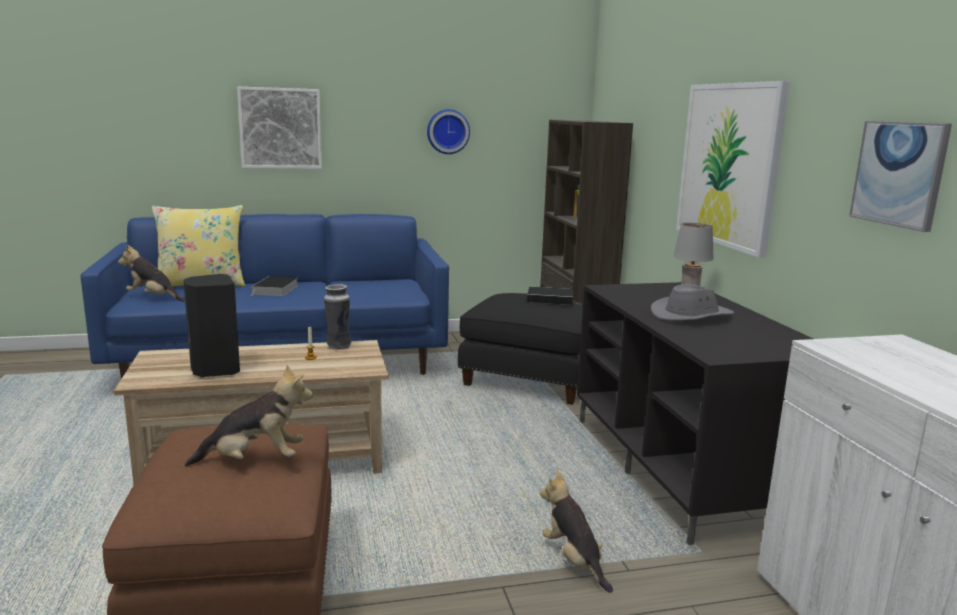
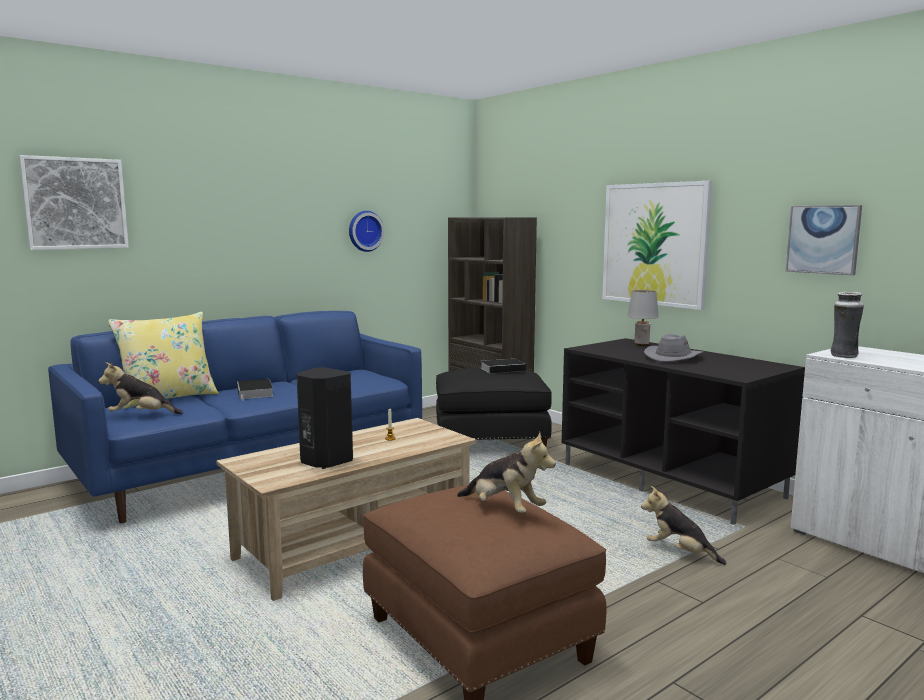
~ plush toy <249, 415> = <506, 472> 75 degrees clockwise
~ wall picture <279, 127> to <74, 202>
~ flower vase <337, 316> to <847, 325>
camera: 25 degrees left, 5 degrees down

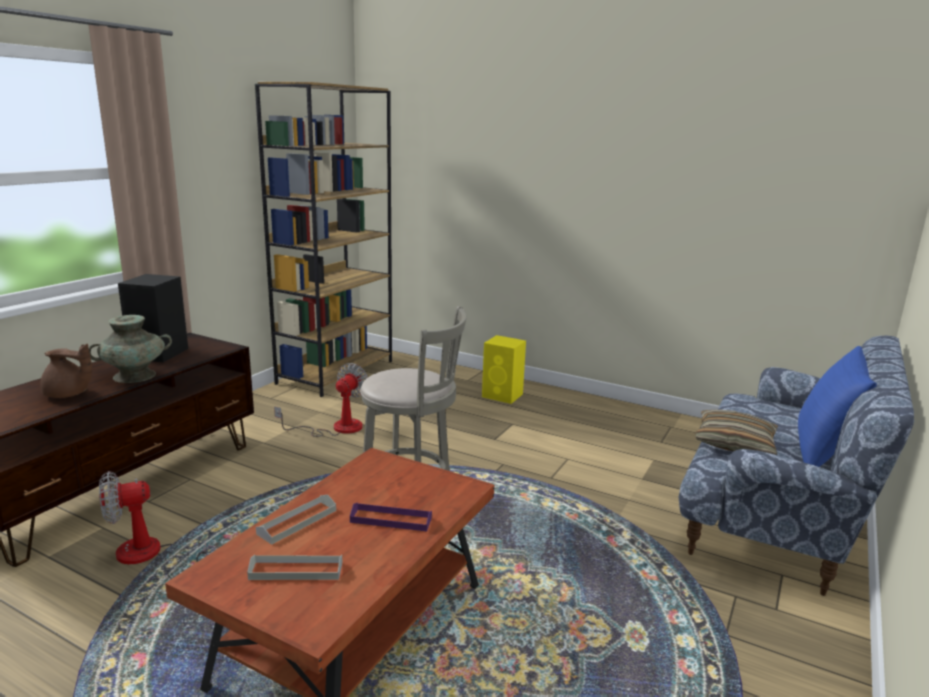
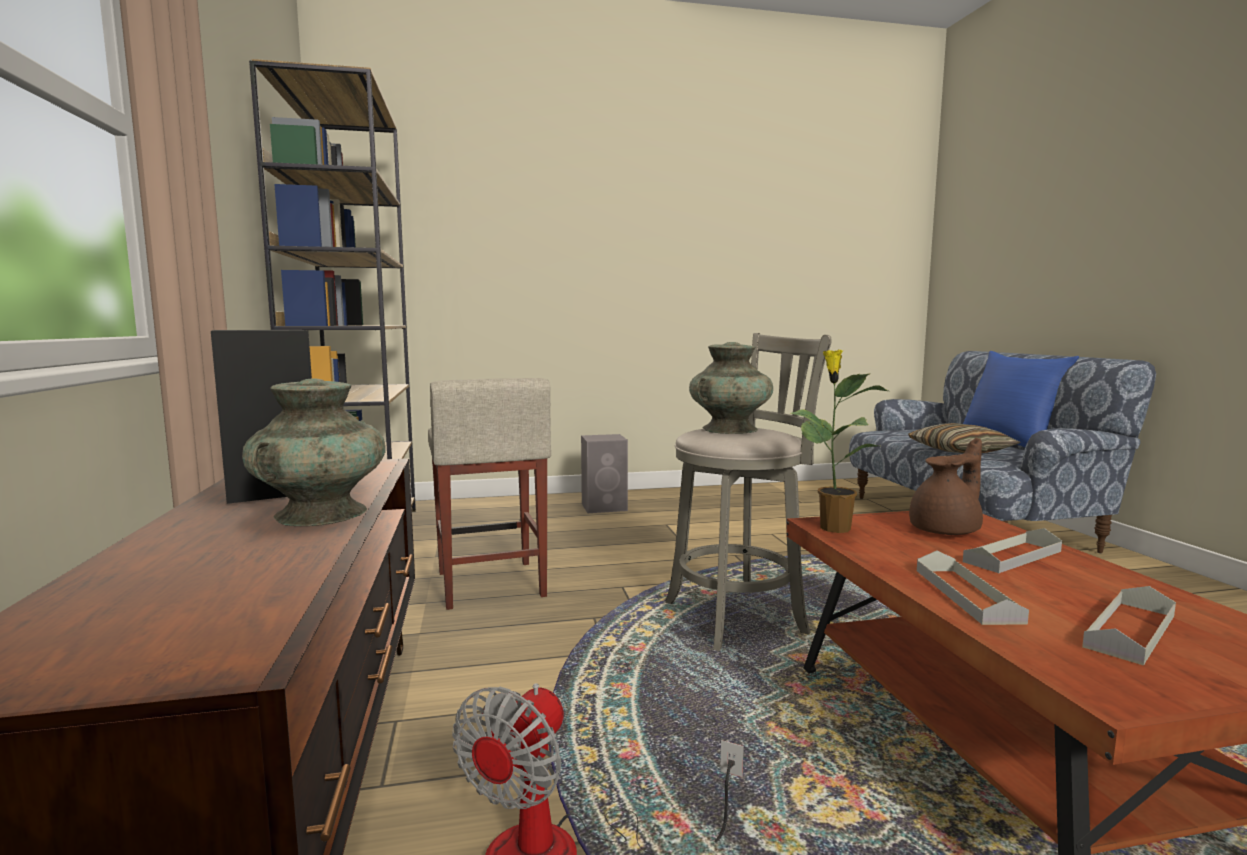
~ pot for tea/brownish <66, 371> to <946, 486>
~ electric fan <321, 400> to stool/beige-coloured <489, 494>
~ tray/purplish <391, 517> to tray/gray <1012, 550>
~ audio speaker/yellowish <504, 369> to audio speaker/gray <604, 473>
+ flower vase/blue-green <731, 388>
+ houseplant <839, 441>
camera: 40 degrees left, 10 degrees down

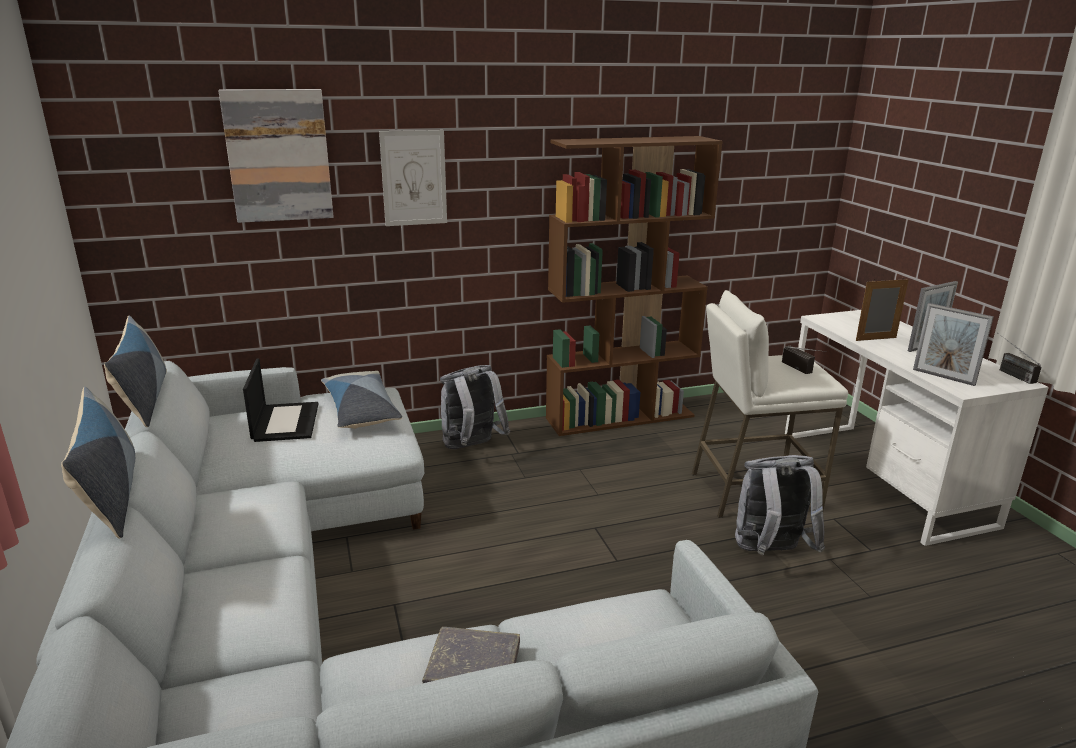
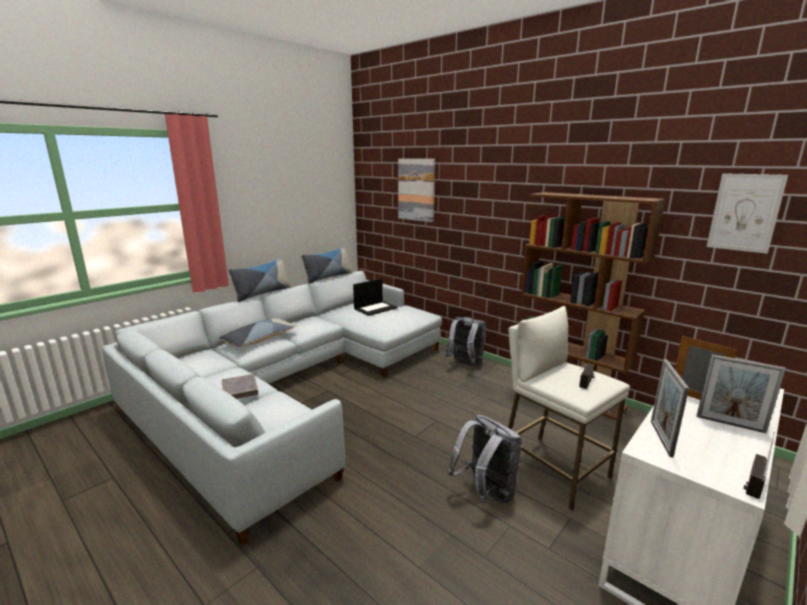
~ cushion <361, 400> to <258, 333>
~ wall picture <413, 178> to <747, 213>
camera: 60 degrees right, 5 degrees down

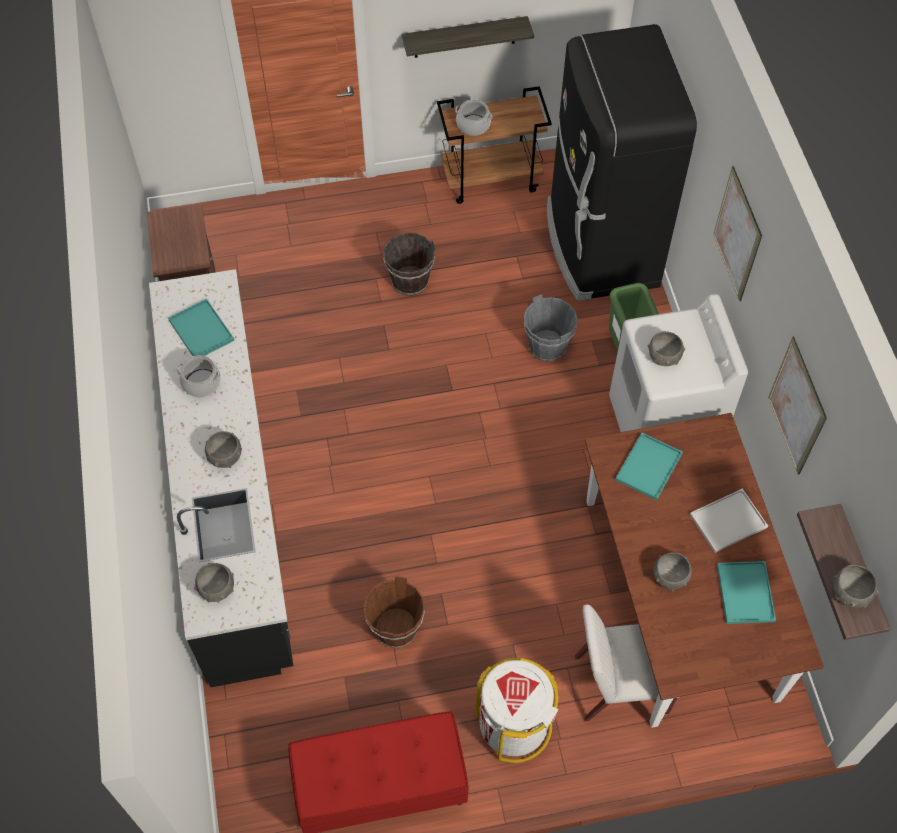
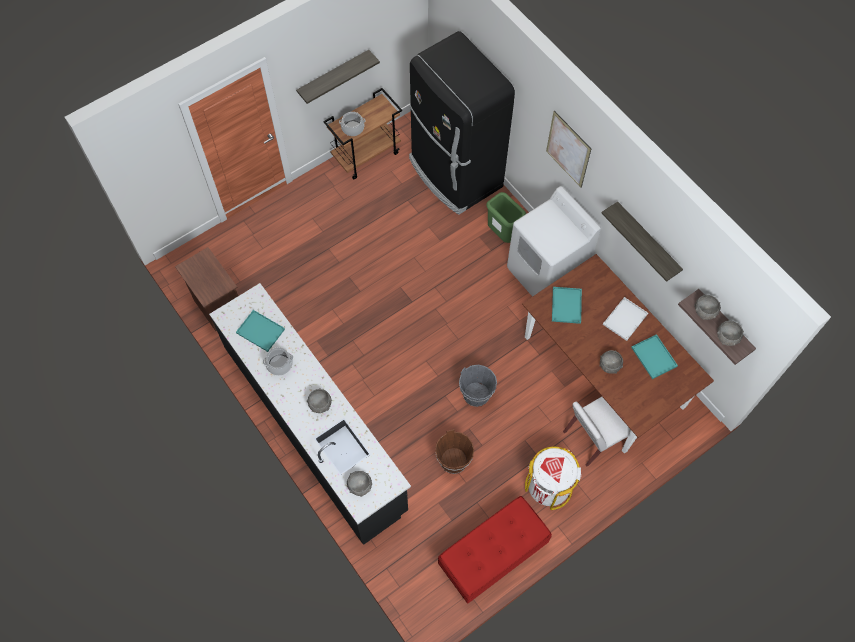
- pail/brownish <409, 264>
~ pail/gray <551, 328> to <478, 386>
~ deep dish/gray <666, 348> to <707, 307>
~ wall picture <797, 406> to wall shelf <642, 241>
camera: 25 degrees left, 5 degrees up

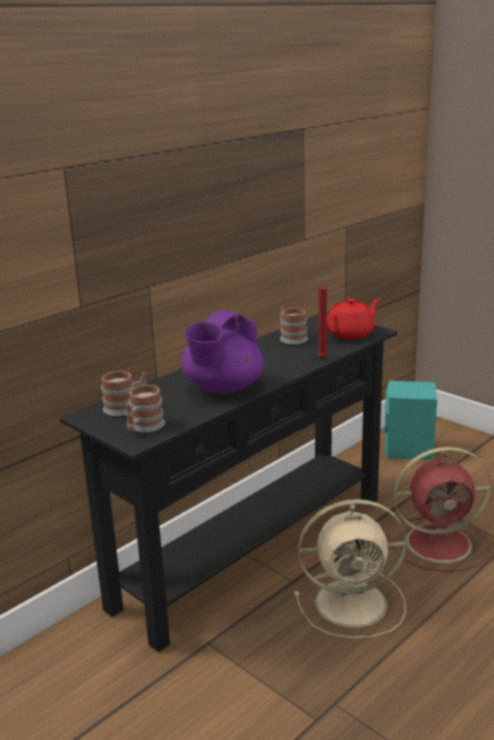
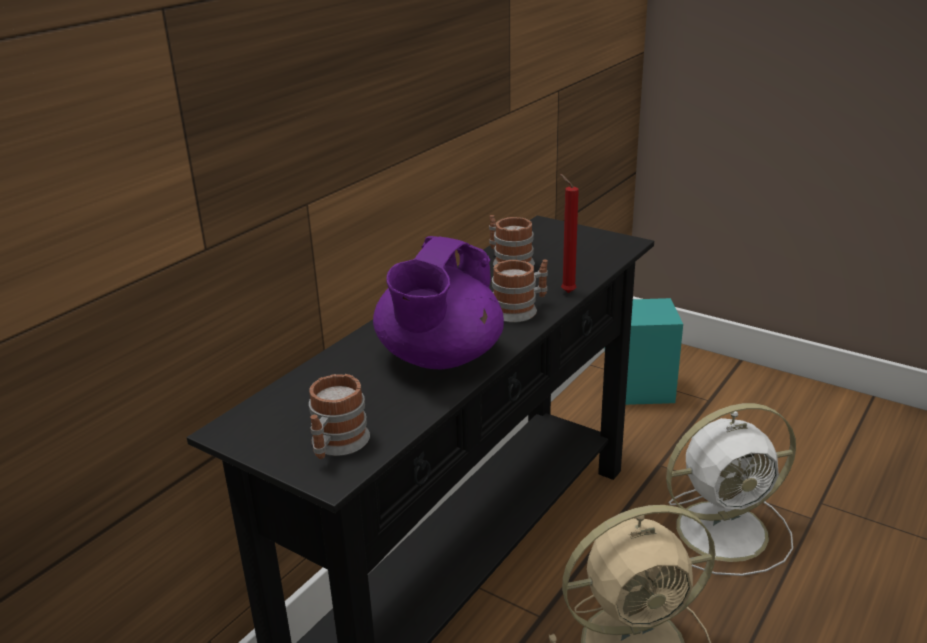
~ mug <124, 393> to <520, 291>
- pot for tea/red <354, 319>
~ electric fan/red <439, 509> to electric fan/white <731, 489>
camera: 10 degrees left, 5 degrees up

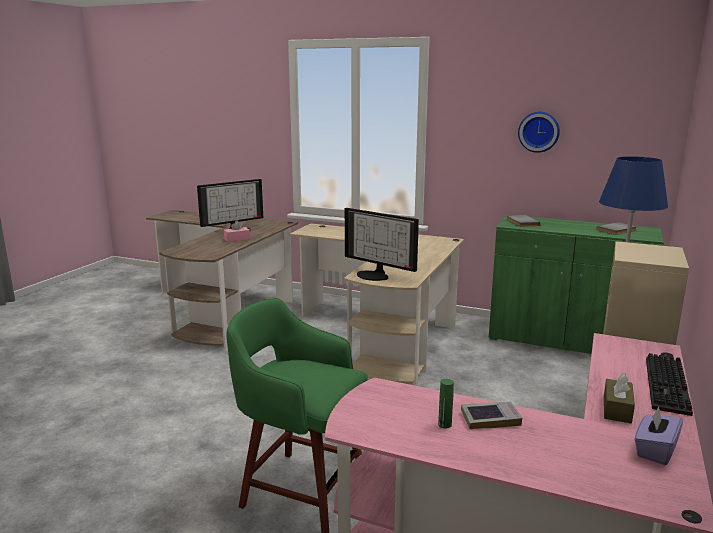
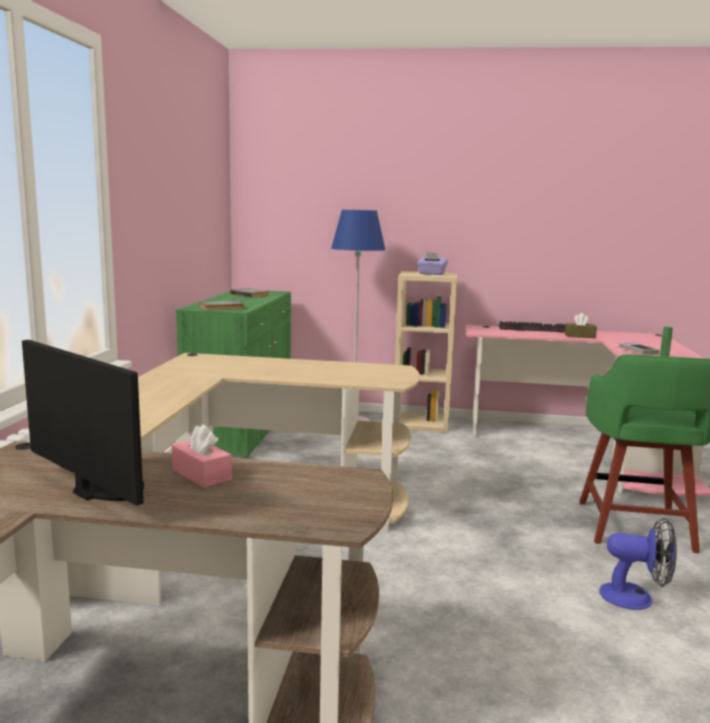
- computer display <382, 244>
- wall clock <539, 132>
~ box of tissues/purplish <659, 436> to <432, 263>
+ electric fan <638, 564>
camera: 105 degrees left, 5 degrees down

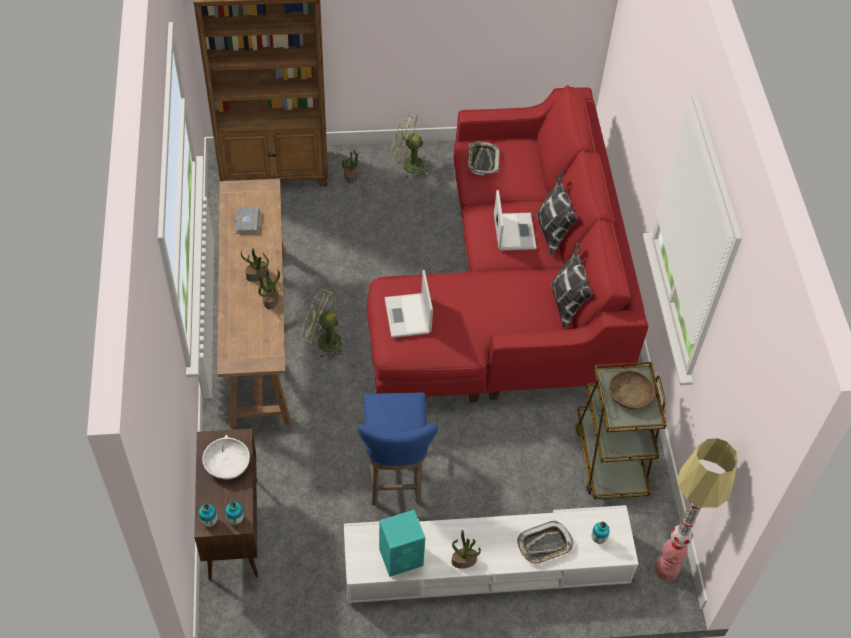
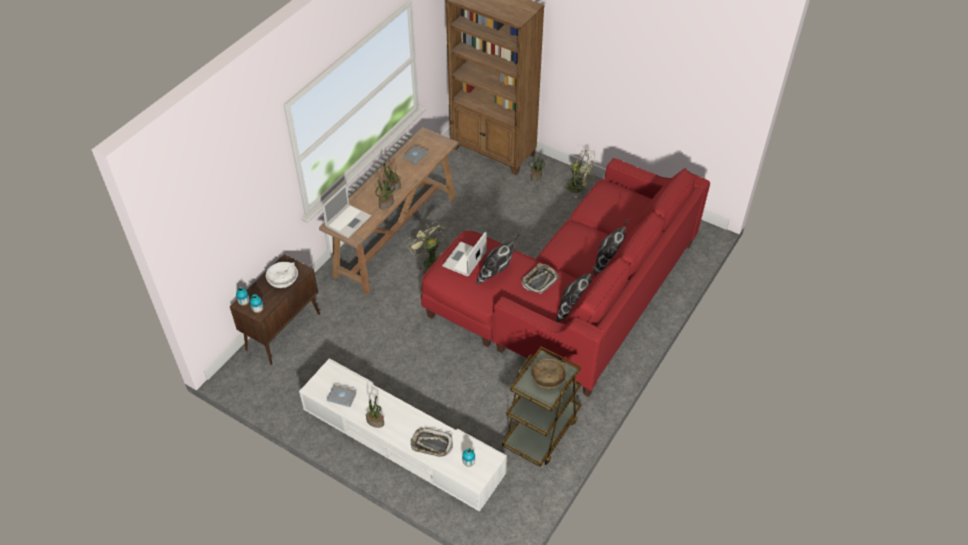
- stool/blue-coloured <398, 449>
~ audio speaker/blue-green <402, 543> to volume/gray <342, 396>
~ electric fan/green-coloured <409, 146> = <579, 173> 150 degrees clockwise
~ tray <483, 158> to <540, 278>
~ laptop <515, 220> to <346, 211>
- standing lamp <696, 509>
+ cushion <498, 259>
camera: 40 degrees right, 5 degrees down

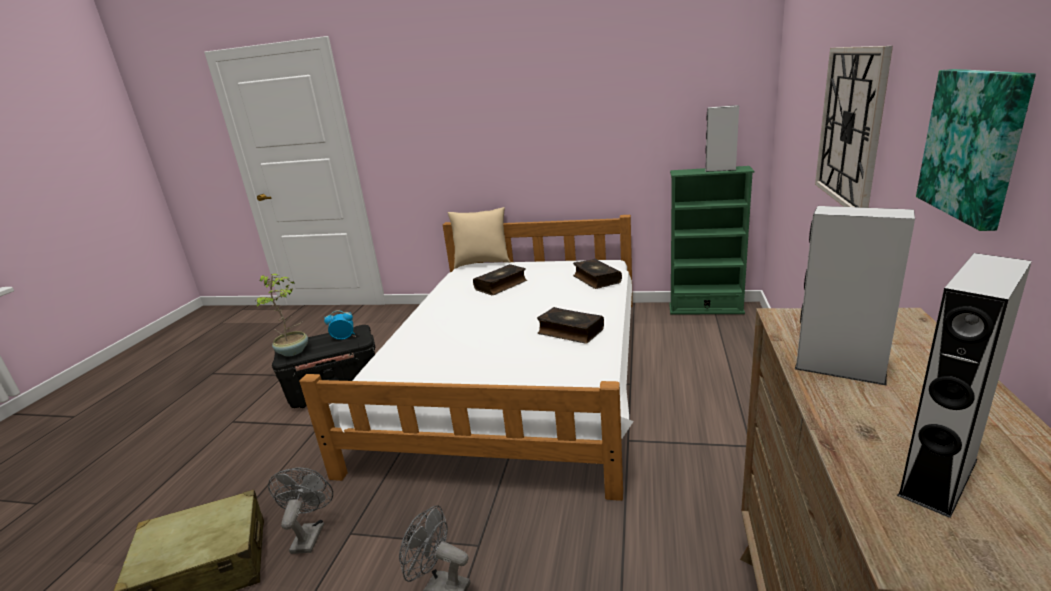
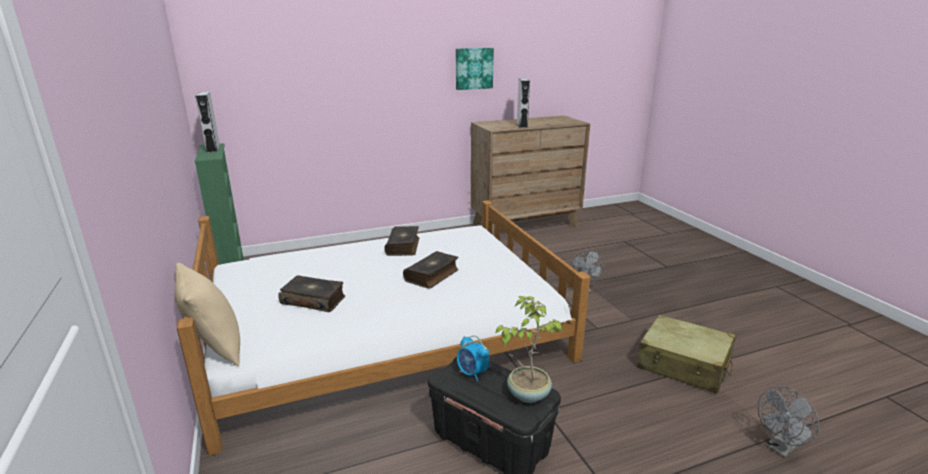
~ electric fan/gray <300, 510> to <788, 422>
~ volume <597, 274> to <431, 270>
- wall clock <854, 127>
- audio speaker/gray <964, 385>
camera: 125 degrees left, 0 degrees up

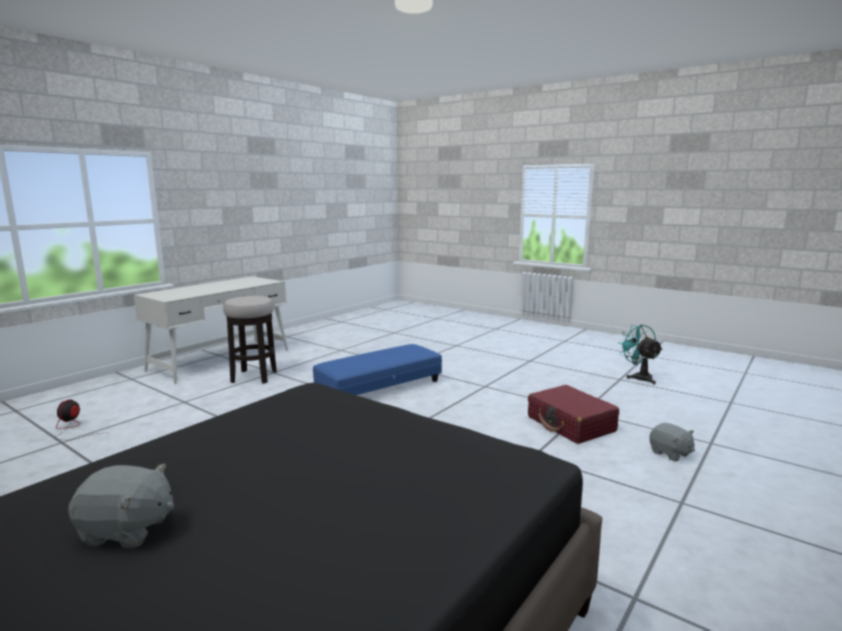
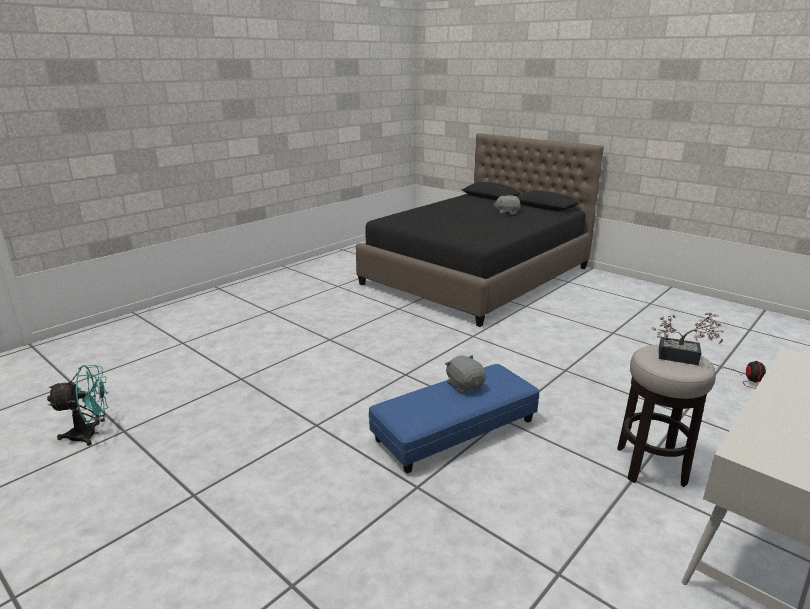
- suitcase/red <573, 414>
~ electric fan/blue-green <640, 354> = <78, 405> 90 degrees counterclockwise
~ plush toy/gray <672, 442> to <465, 374>
+ houseplant <688, 339>
camera: 175 degrees left, 10 degrees up

